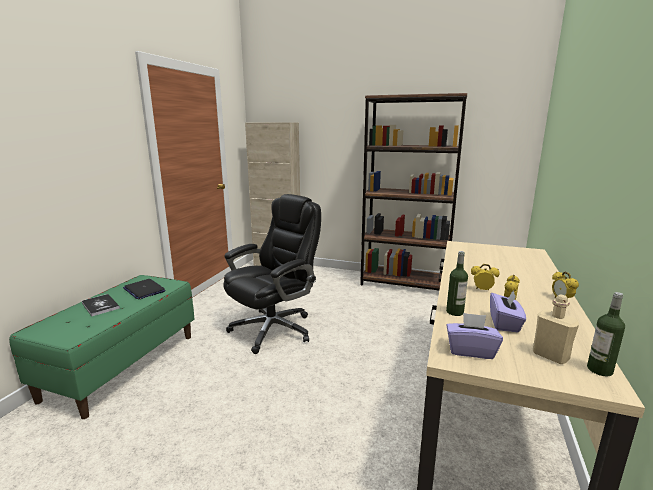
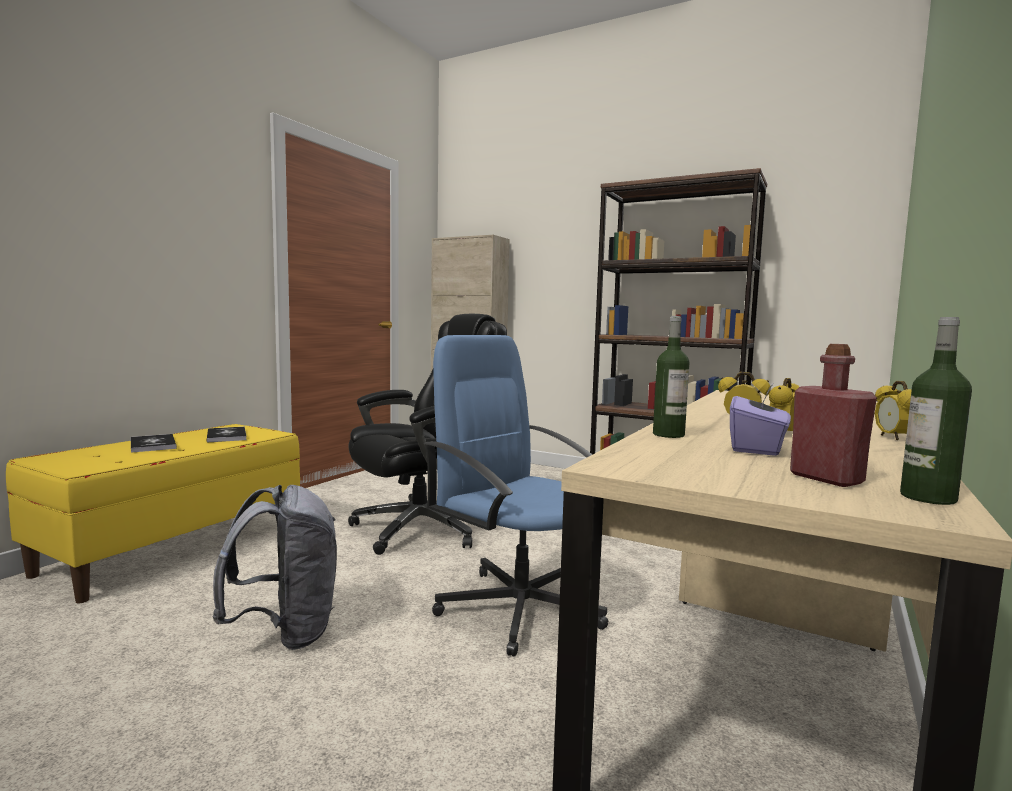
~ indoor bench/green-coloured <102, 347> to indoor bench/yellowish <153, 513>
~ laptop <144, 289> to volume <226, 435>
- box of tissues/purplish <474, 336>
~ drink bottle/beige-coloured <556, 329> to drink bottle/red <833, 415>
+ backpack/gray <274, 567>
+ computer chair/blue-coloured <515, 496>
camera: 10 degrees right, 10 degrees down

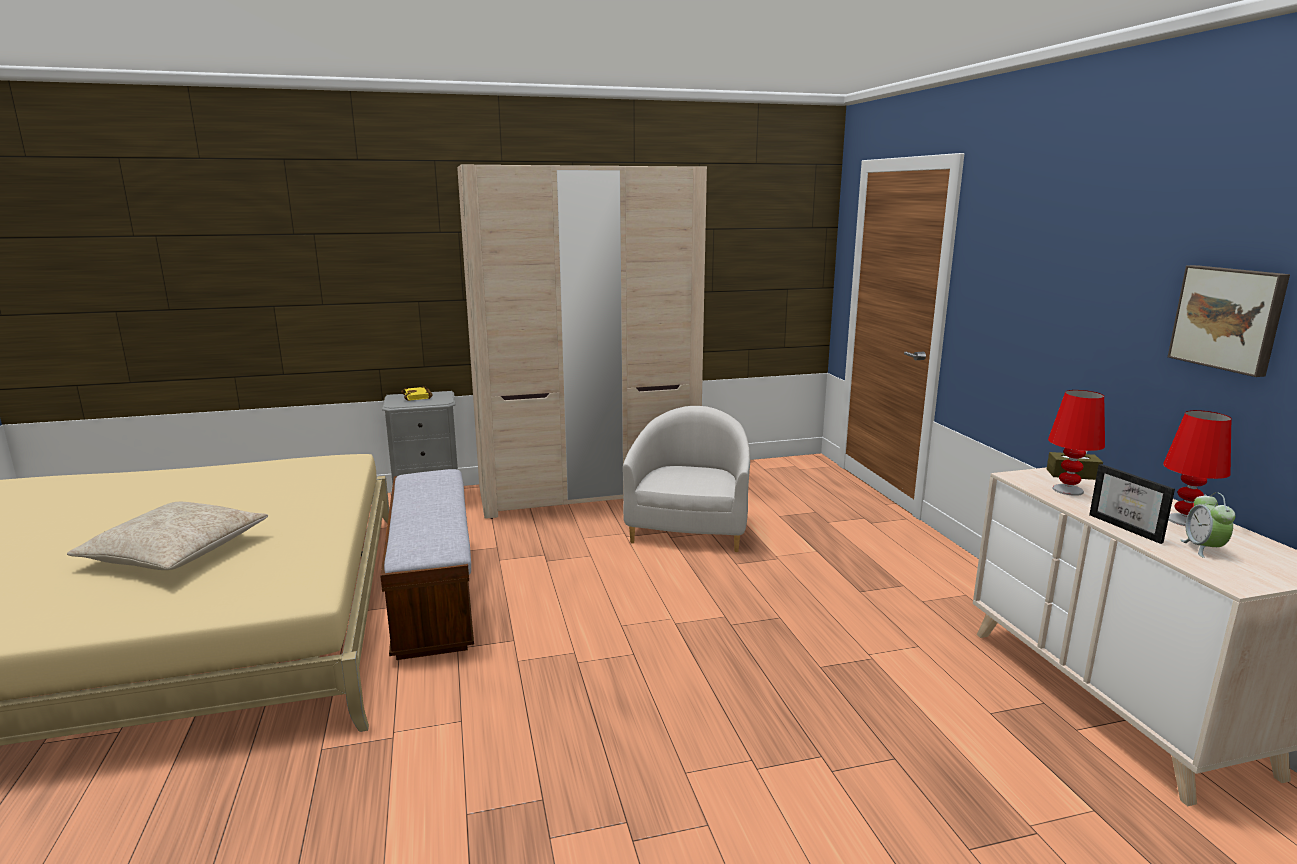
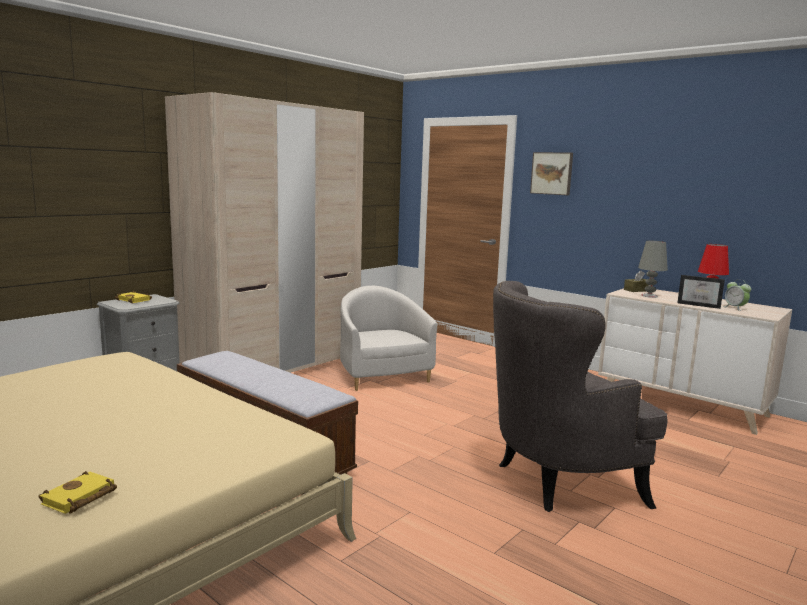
- cushion/beige-coloured <167, 536>
~ tabletop lamp/red <1076, 443> to tabletop lamp/gray <653, 269>
~ wall picture <1229, 321> to <551, 173>
+ volume/yellowish <78, 492>
+ armchair/gray <580, 396>
camera: 35 degrees left, 5 degrees down

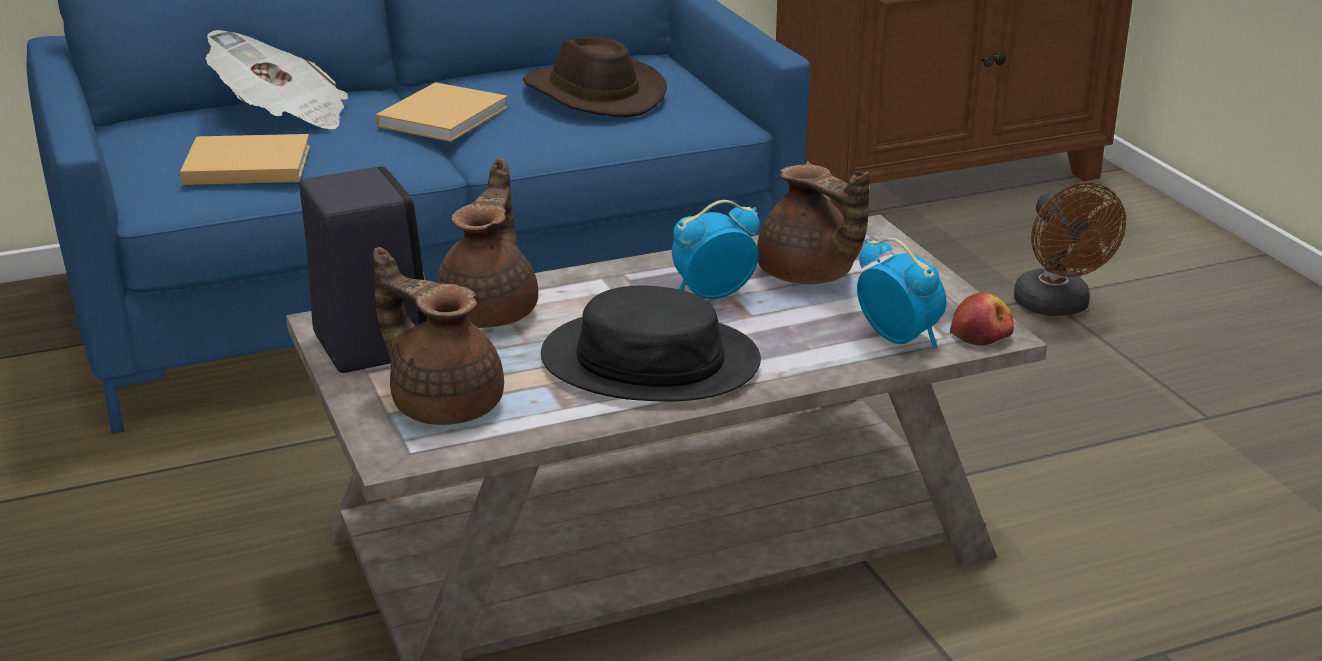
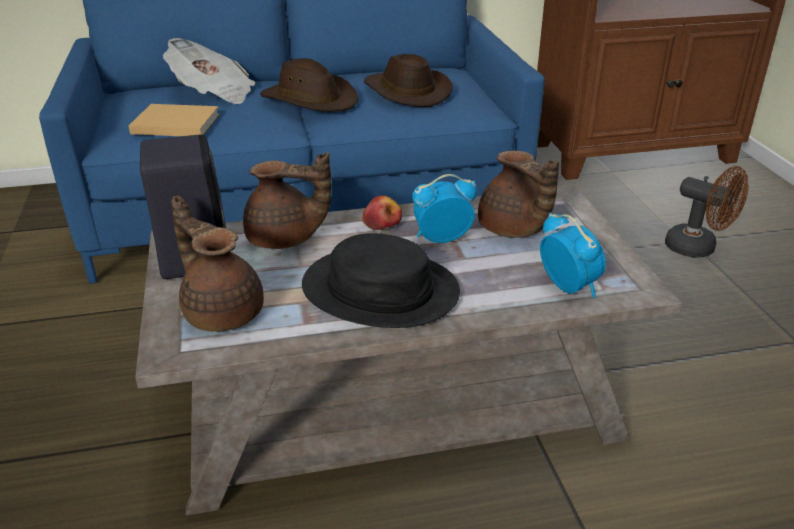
~ volume/beige-coloured <442, 112> to wearable hat/brownish <309, 85>
~ pot for tea/brownish <487, 243> = <287, 200> 75 degrees clockwise
~ whole apple <982, 319> to <382, 212>
~ electric fan/brownish <1070, 249> = <707, 212> 45 degrees counterclockwise
camera: 10 degrees right, 5 degrees up

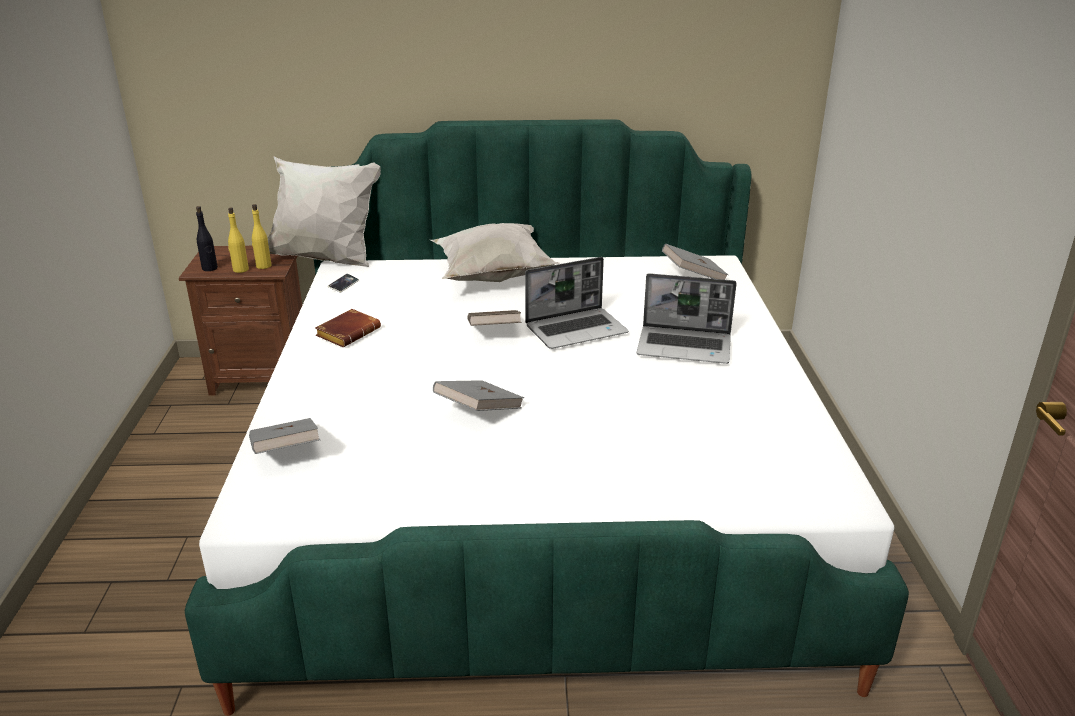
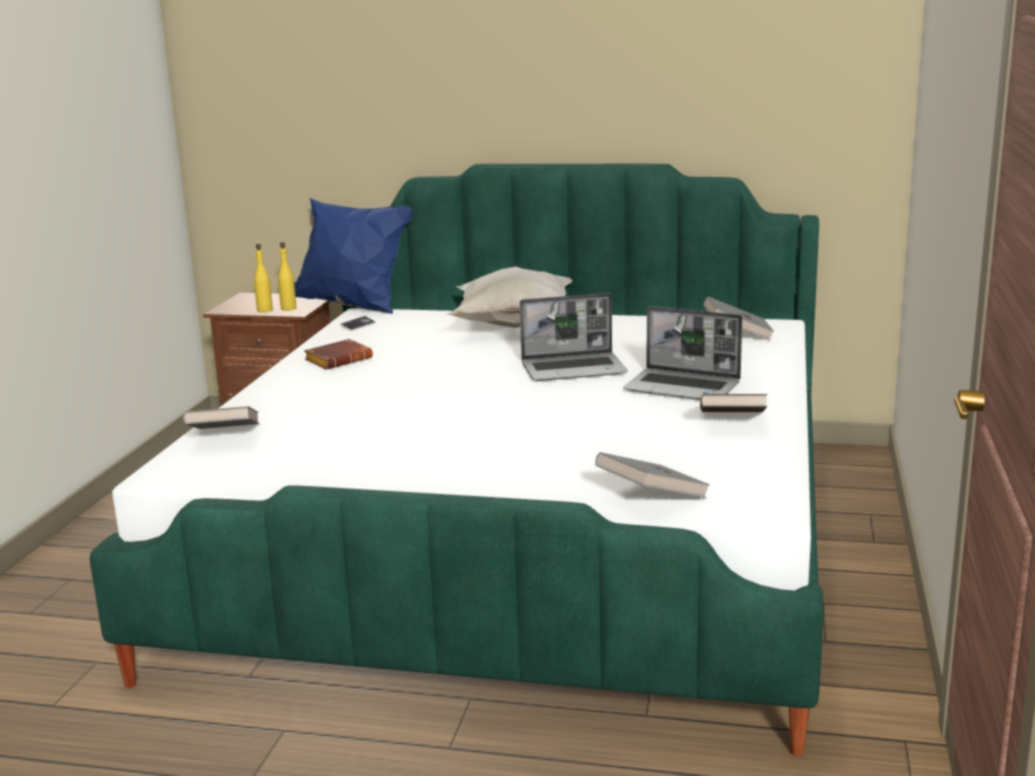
- drink bottle/blackish <207, 238>
~ cushion/white <324, 212> to cushion/blue-coloured <353, 256>
~ volume/gray <478, 395> to <652, 475>
~ volume/brownish <494, 318> to <733, 403>
camera: 15 degrees right, 10 degrees down

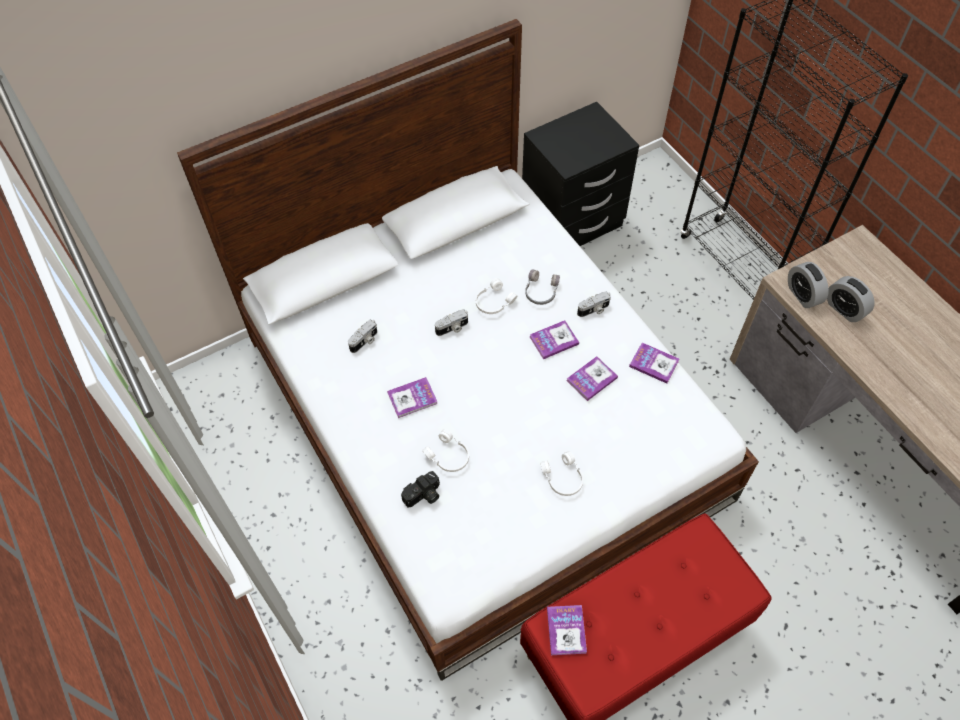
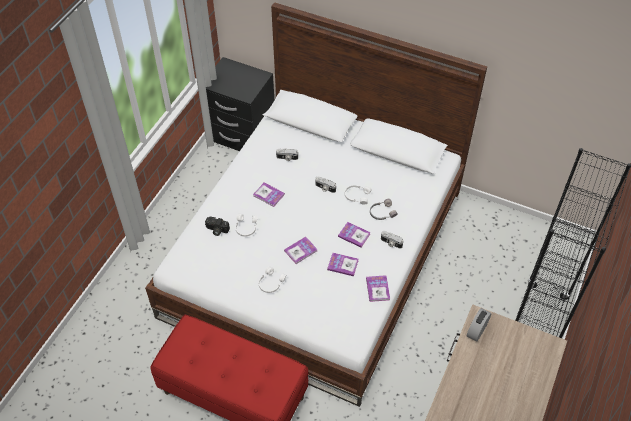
~ night table/blackish <580, 174> to <240, 104>
~ volume <567, 630> to <301, 250>
- bedside clock <851, 299>
camera: 55 degrees right, 5 degrees down

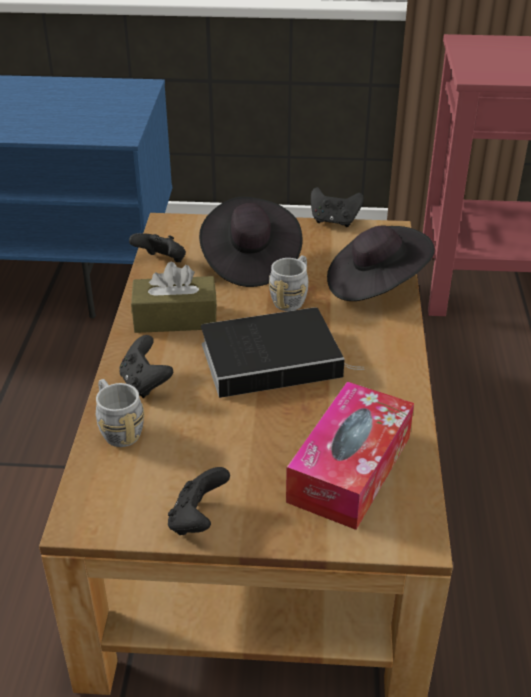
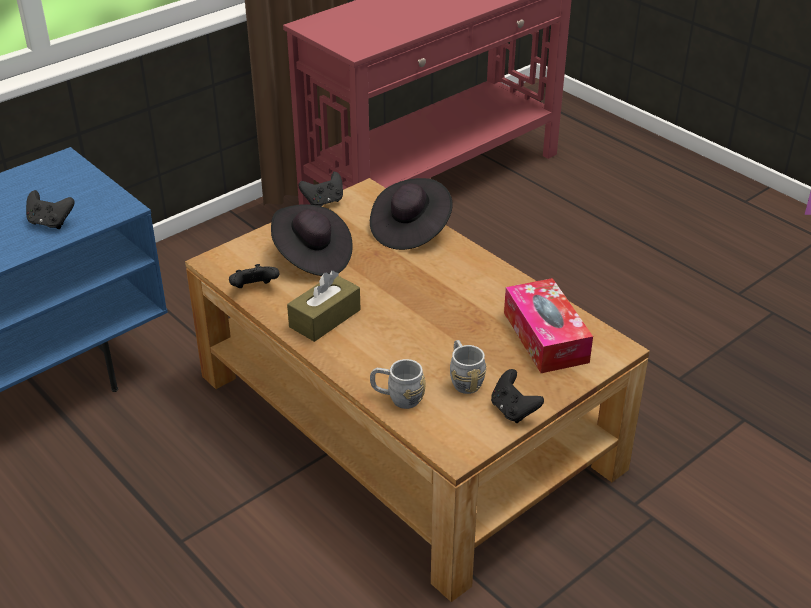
~ gamepad/blackish <146, 366> to <50, 209>
- volume <283, 352>
~ mug/gray <288, 283> to <468, 367>
camera: 45 degrees left, 0 degrees up

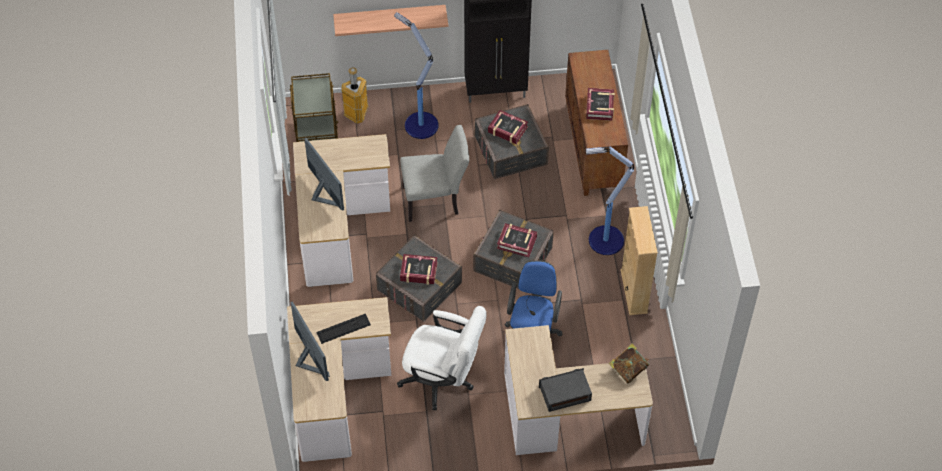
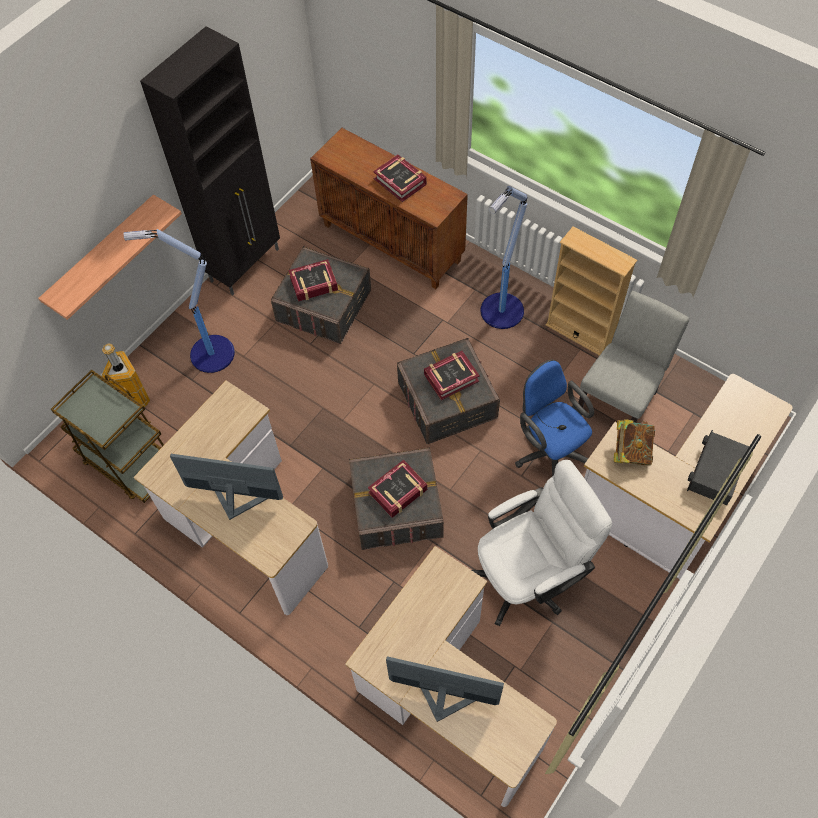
- PC keyboard <343, 329>
~ plain chair/gray <434, 173> to <633, 357>
~ volume <629, 363> to <634, 442>
camera: 45 degrees left, 5 degrees up

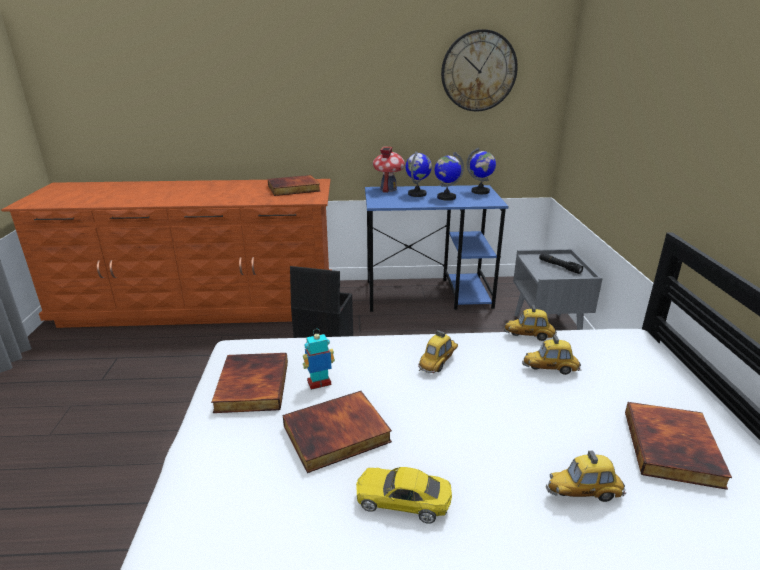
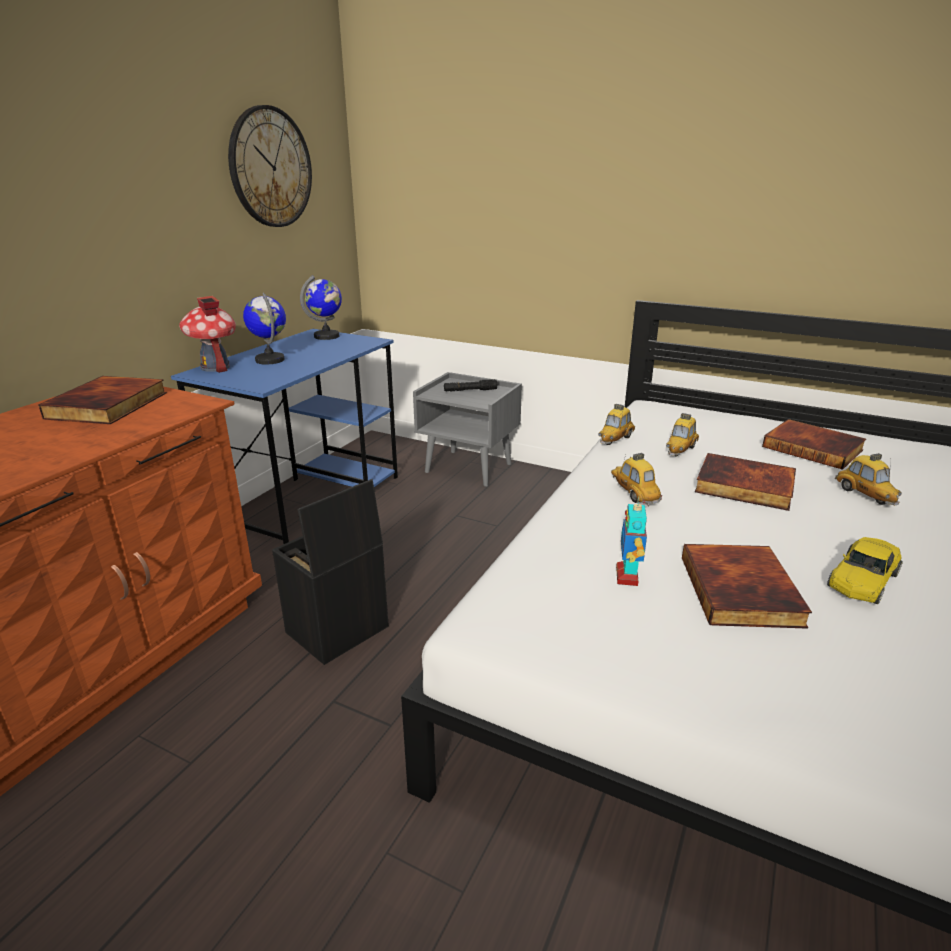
~ volume <249, 383> to <745, 482>
- globe <449, 176>
~ miniature car <586, 476> = <868, 479> 45 degrees counterclockwise
camera: 60 degrees left, 0 degrees up

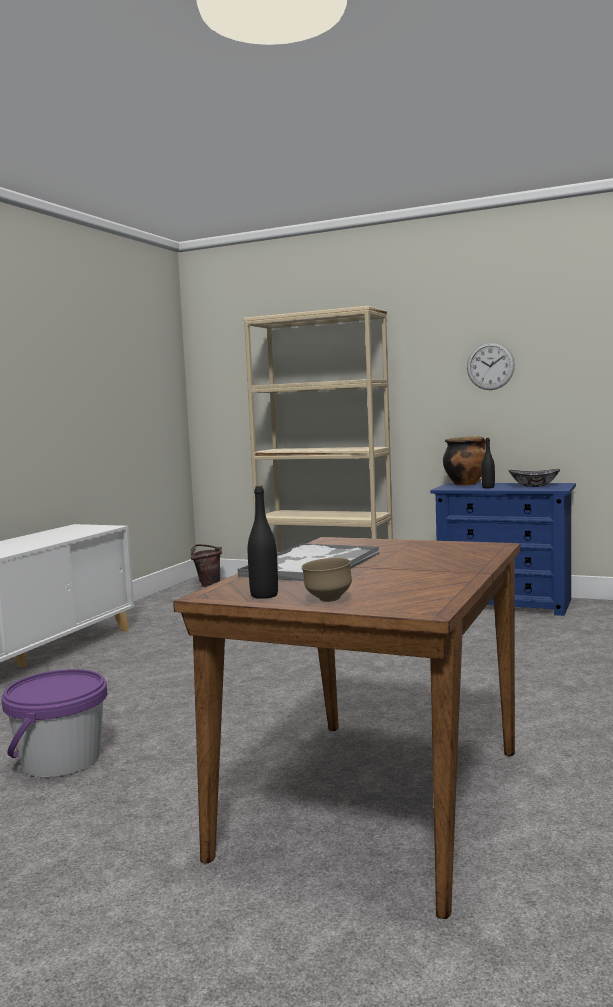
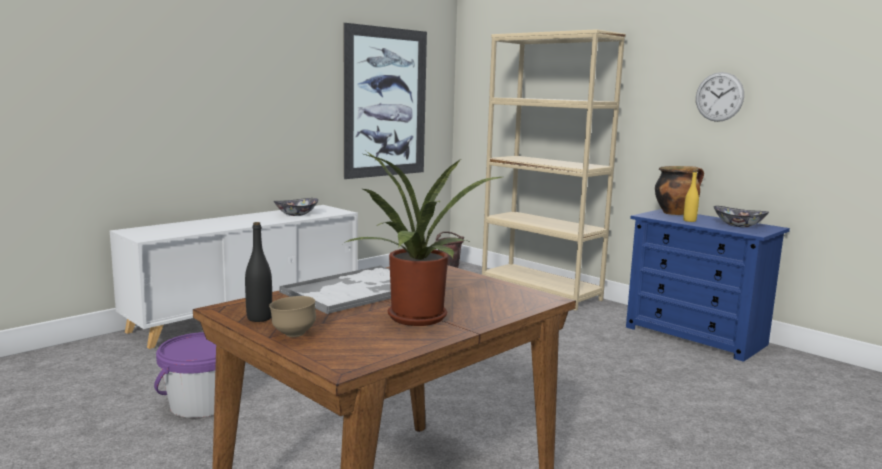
~ drink bottle/blackish <488, 463> to drink bottle/yellowish <691, 196>
+ deep dish <296, 207>
+ wall picture <385, 101>
+ houseplant <423, 238>
camera: 20 degrees right, 5 degrees up

